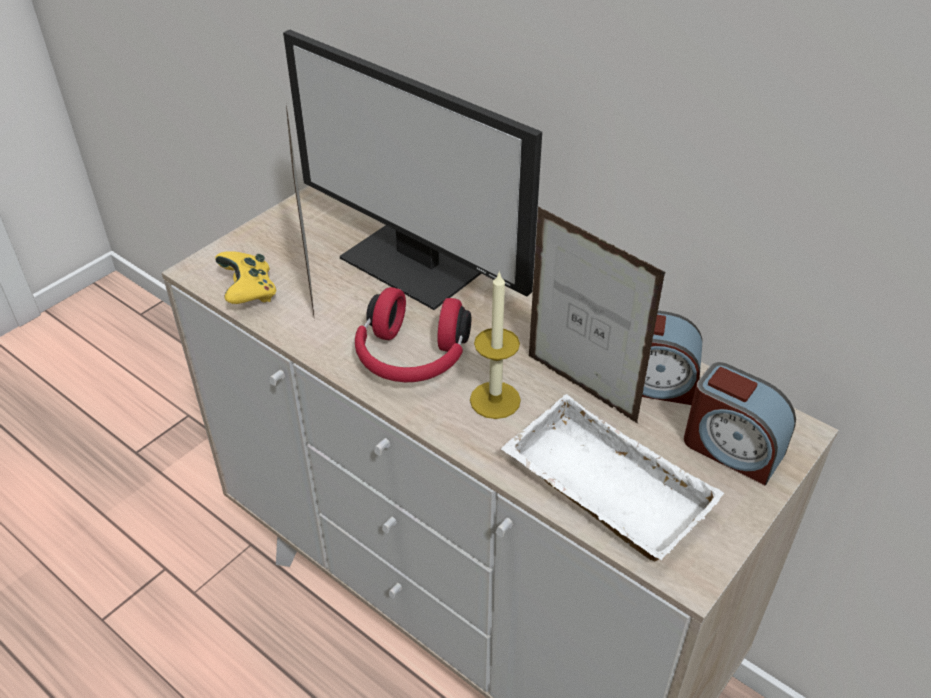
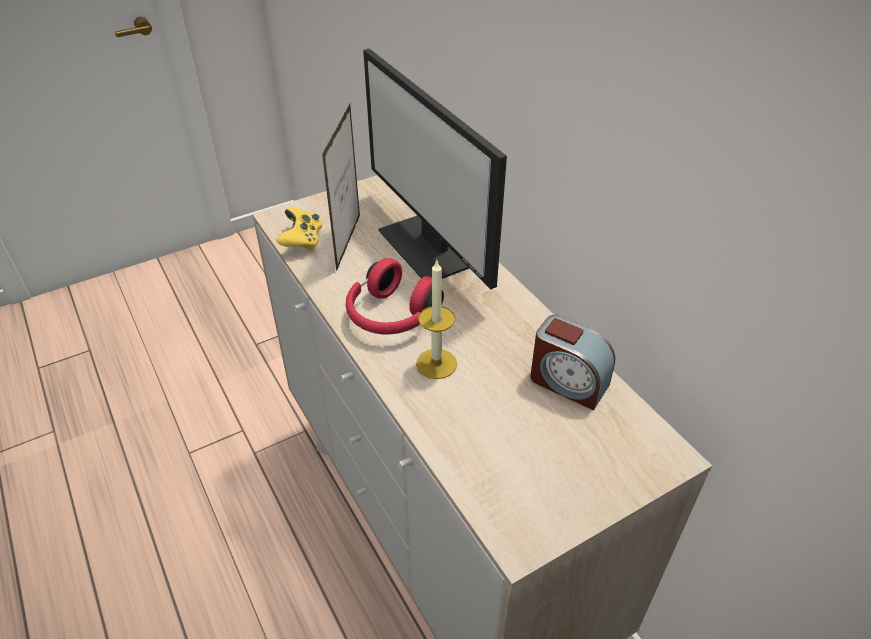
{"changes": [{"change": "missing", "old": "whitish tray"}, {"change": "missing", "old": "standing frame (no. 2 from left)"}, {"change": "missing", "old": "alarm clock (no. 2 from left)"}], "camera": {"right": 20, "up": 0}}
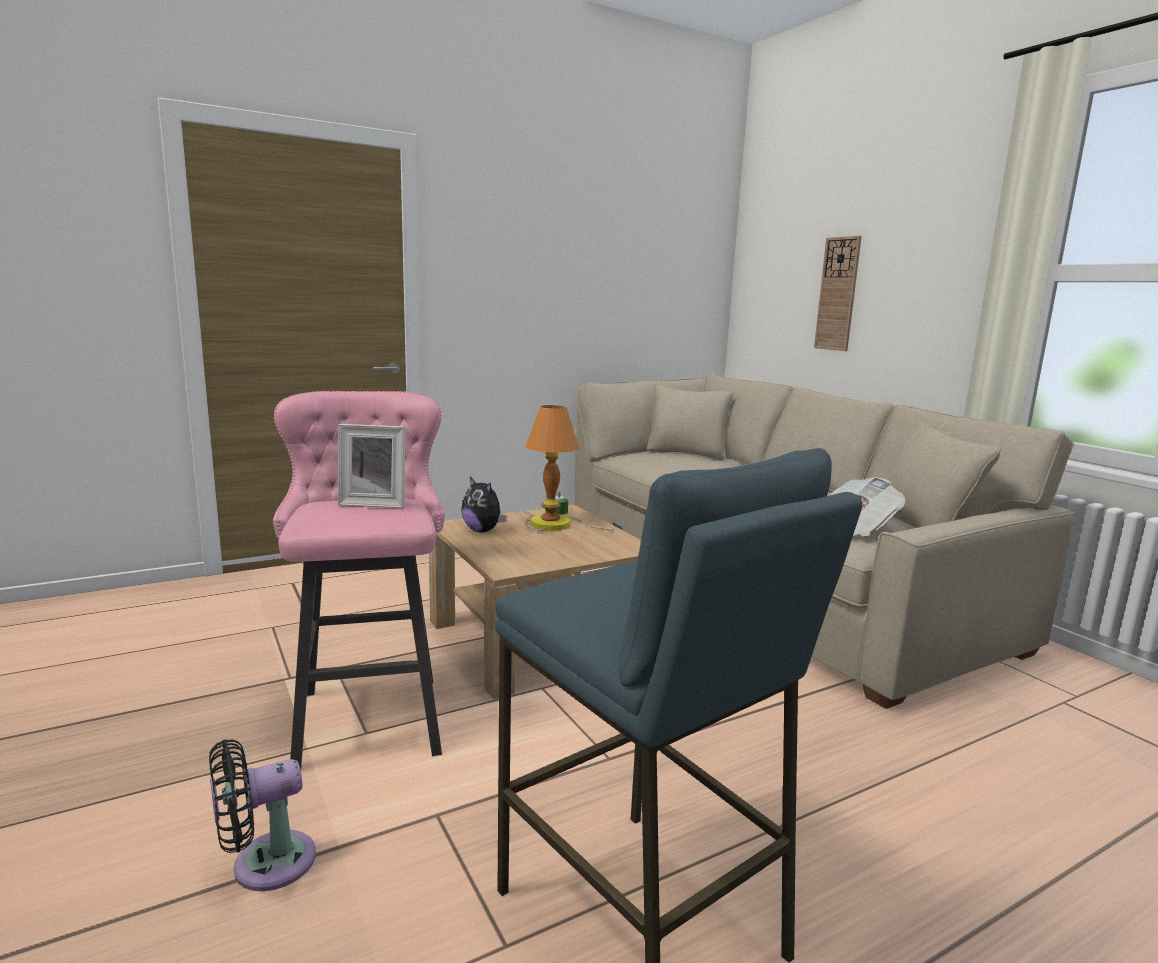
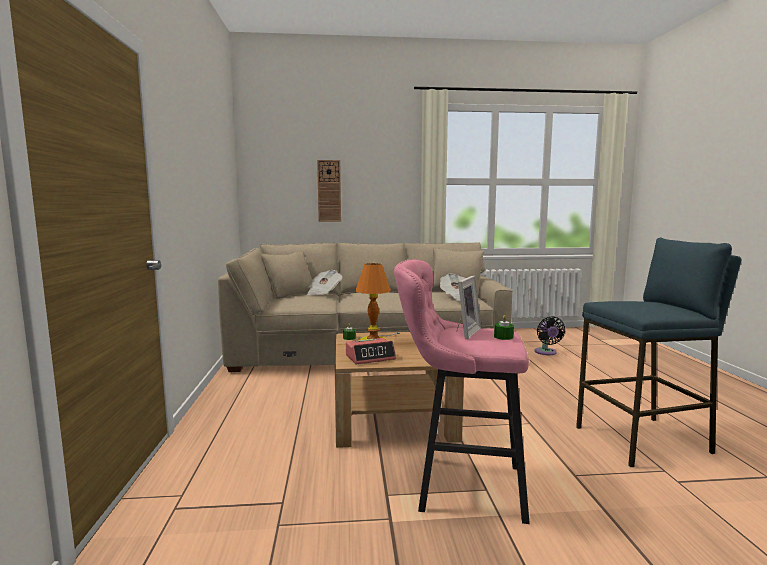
{"changes": [{"change": "appeared", "new": "daily paper (no. 1 from left)"}, {"change": "appeared", "new": "green-coloured wax light (no. 2 from left)"}, {"change": "relocated", "old": "black fan"}, {"change": "exchanged", "old": "soft toy", "new": "alarm clock"}], "camera": {"right": -65, "up": -5}}
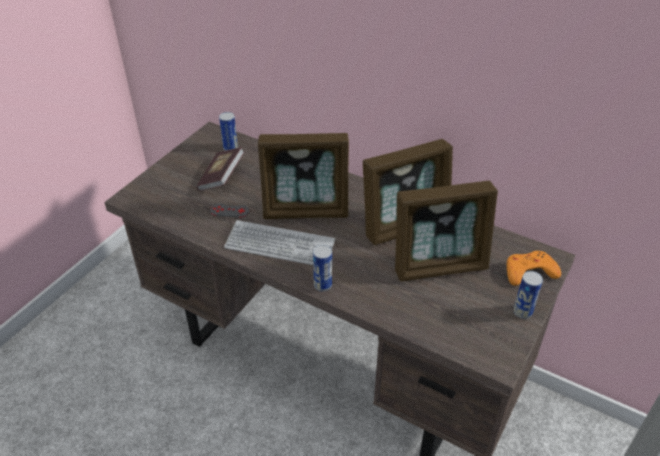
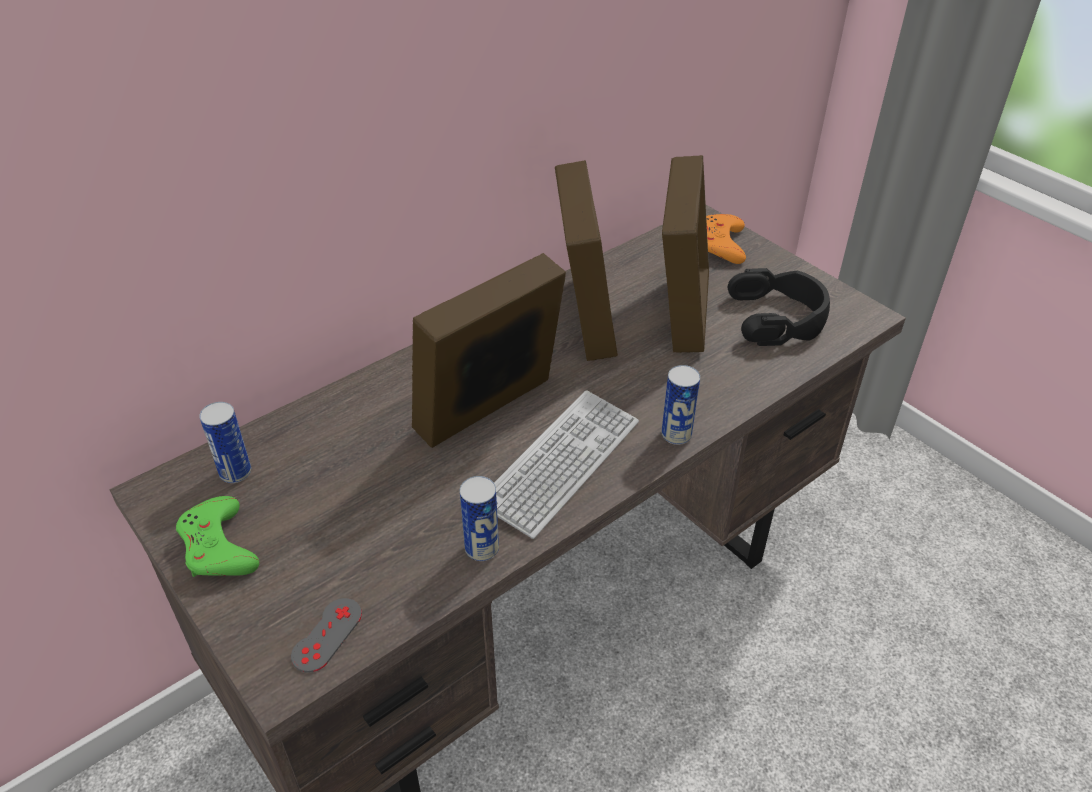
{"changes": [{"change": "missing", "old": "bound book"}, {"change": "appeared", "new": "green-coloured game controller"}, {"change": "appeared", "new": "black headset"}, {"change": "relocated", "old": "greyish game controller"}, {"change": "relocated", "old": "can (no. 3 from left in the first image)", "new": "can (no. 2 from left)"}, {"change": "spun", "old": "standing frame (no. 1 from left)", "degrees": -150}], "camera": {"right": -70, "up": 0}}
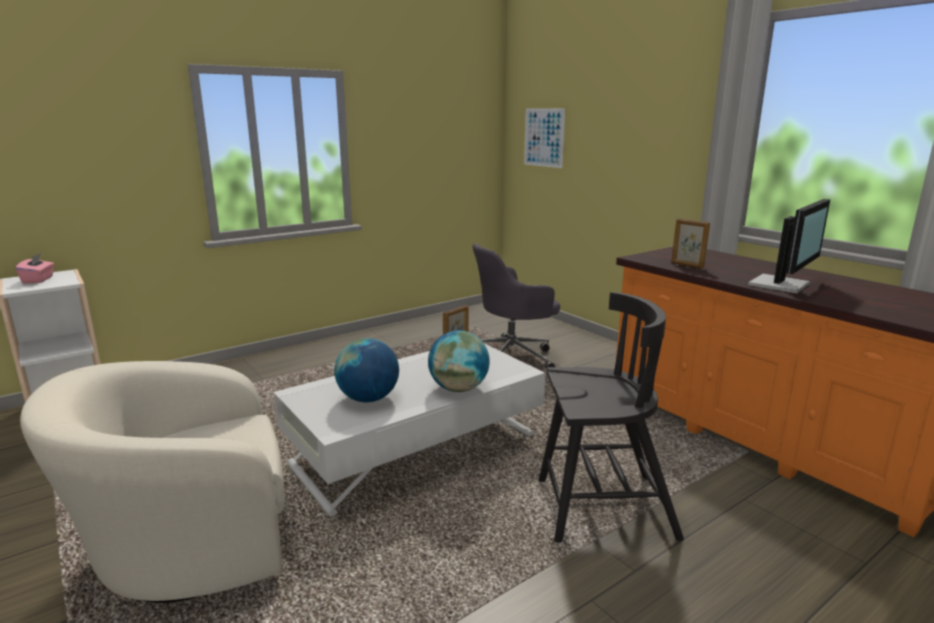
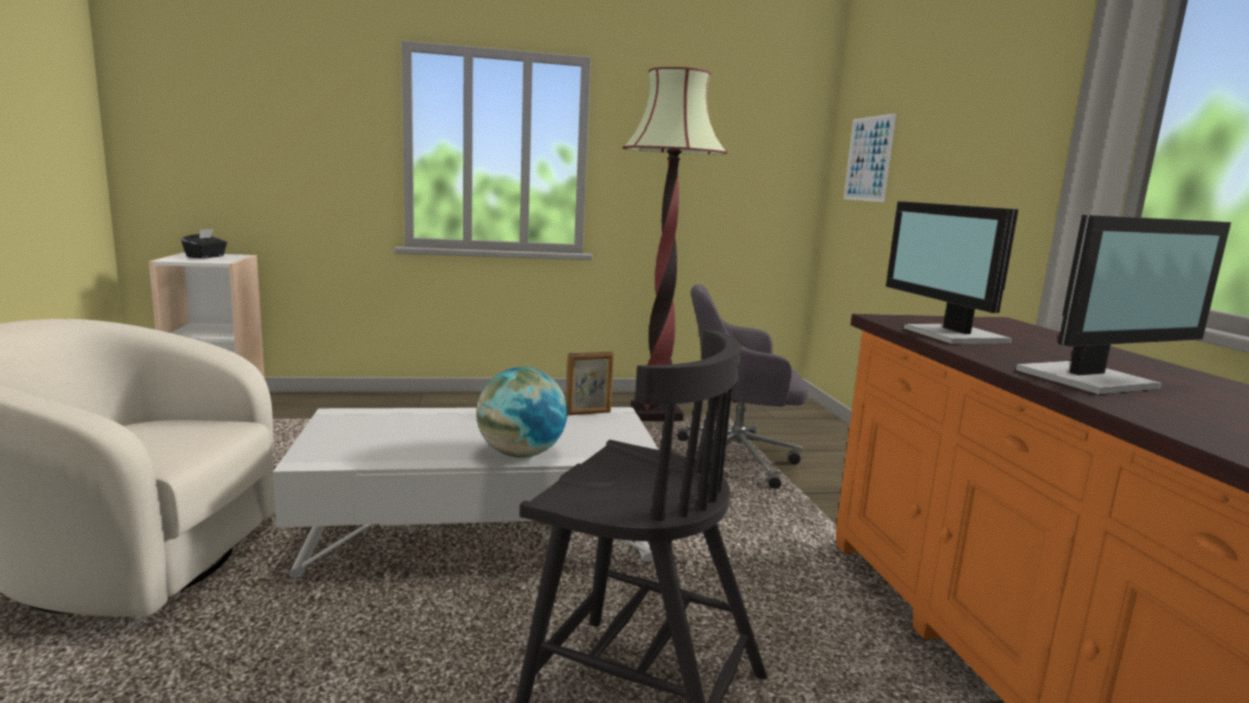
{"changes": [{"change": "missing", "old": "globe (no. 1 from left)"}, {"change": "appeared", "new": "floor lamp"}, {"change": "exchanged", "old": "standing frame (no. 2 from left)", "new": "monitor (no. 1 from left)"}, {"change": "colour", "old": "pinkish tissue box", "new": "black tissue box"}], "camera": {"right": 25, "up": -5}}
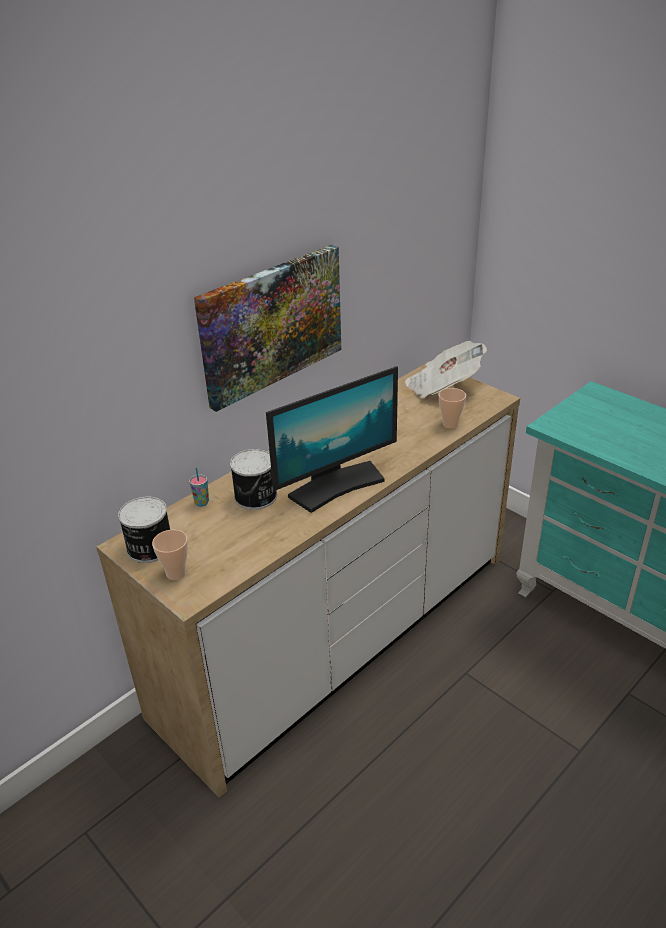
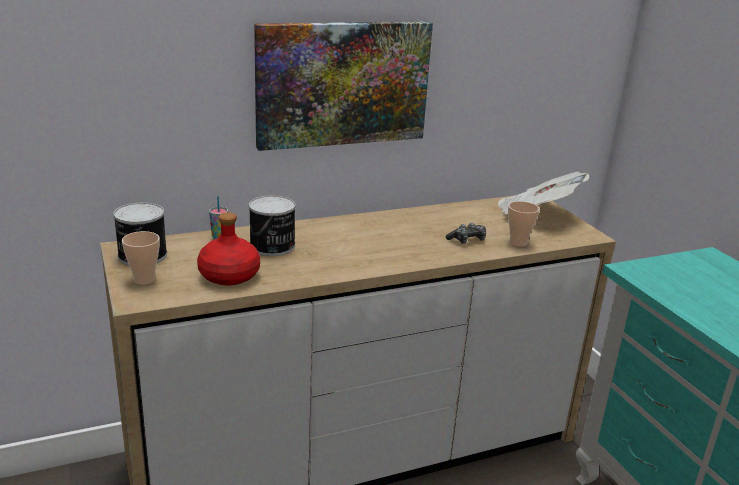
{"changes": [{"change": "missing", "old": "monitor"}, {"change": "appeared", "new": "reddish drink bottle"}, {"change": "appeared", "new": "game controller"}], "camera": {"right": 20, "up": -10}}
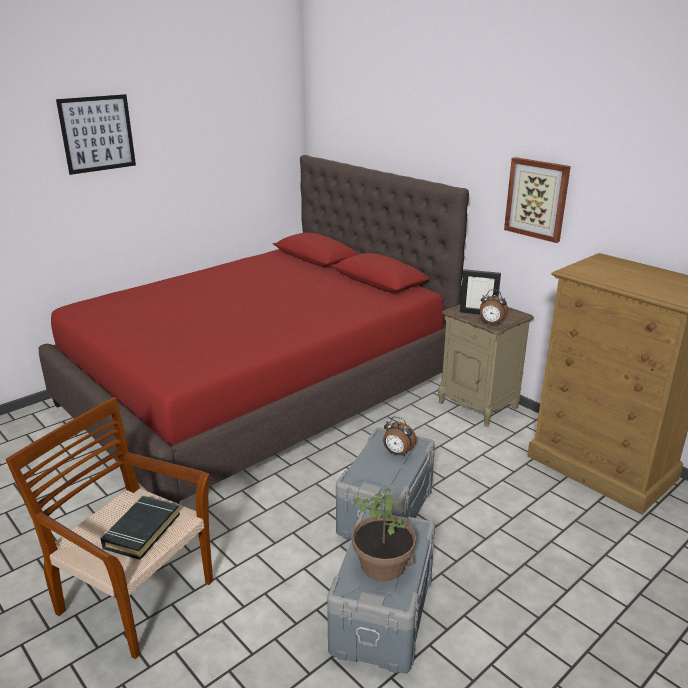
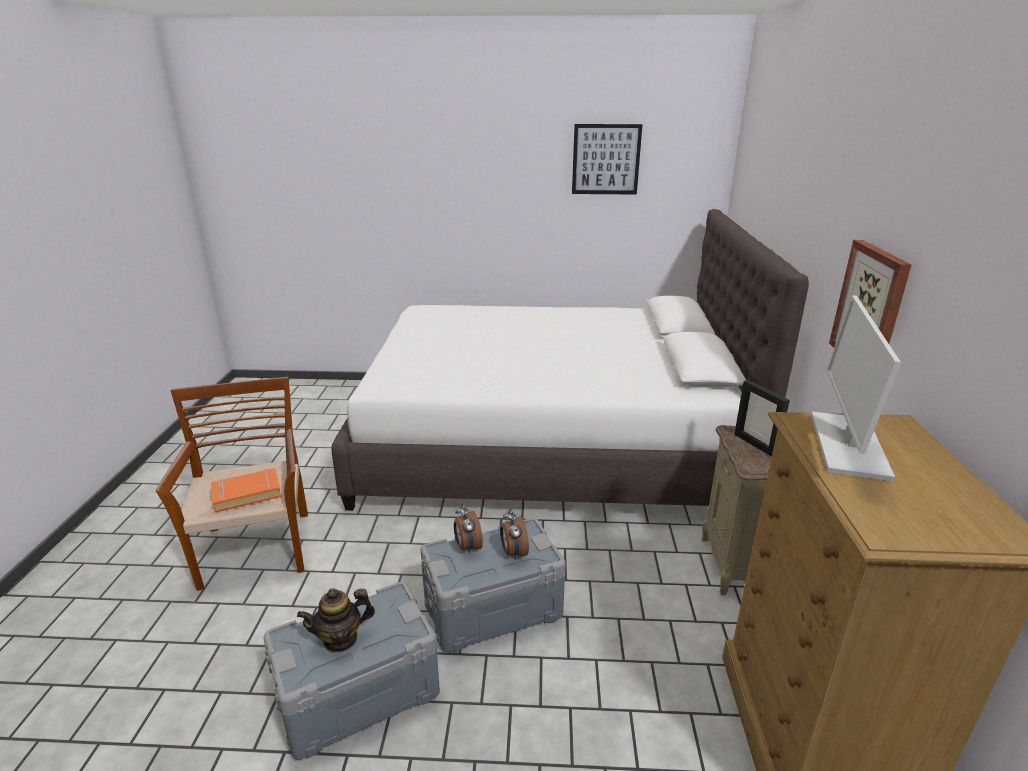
{"changes": [{"change": "appeared", "new": "monitor"}, {"change": "relocated", "old": "wall picture (no. 1 from left)"}, {"change": "relocated", "old": "alarm clock (no. 2 from left in the first image)", "new": "alarm clock (no. 1 from left)"}, {"change": "exchanged", "old": "houseplant", "new": "teapot"}, {"change": "colour", "old": "reddish sleeping bed", "new": "whitish sleeping bed"}, {"change": "colour", "old": "black bound book", "new": "orangey bound book"}], "camera": {"right": 45, "up": 0}}
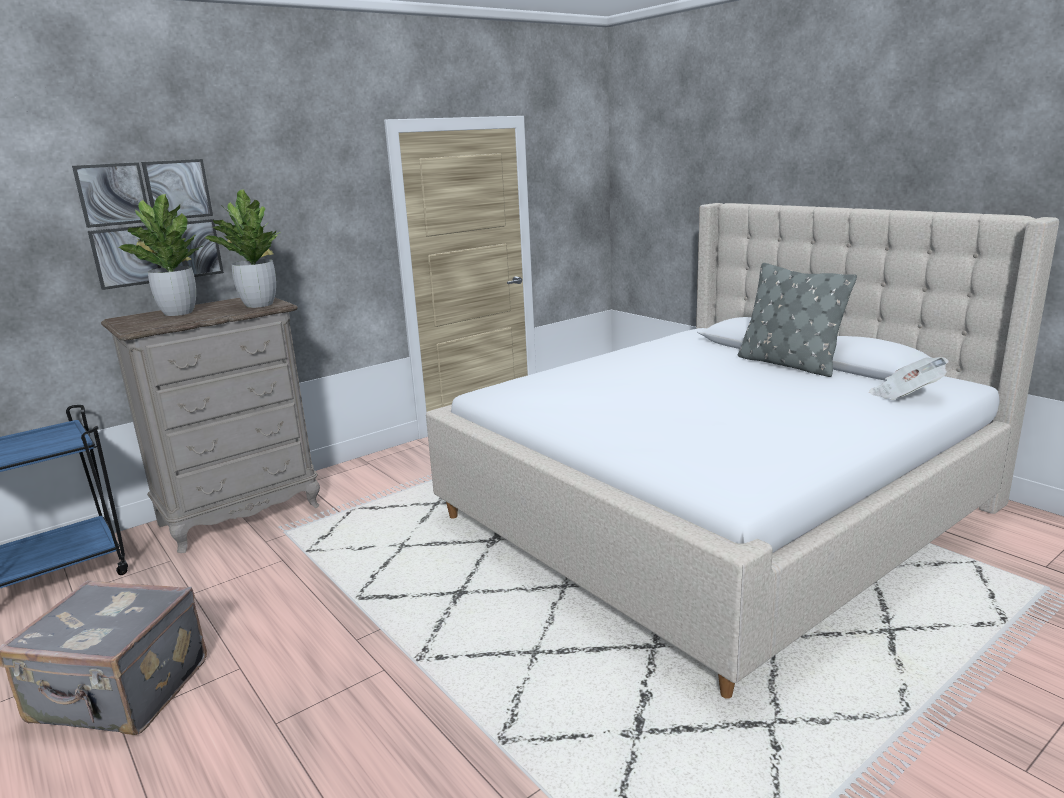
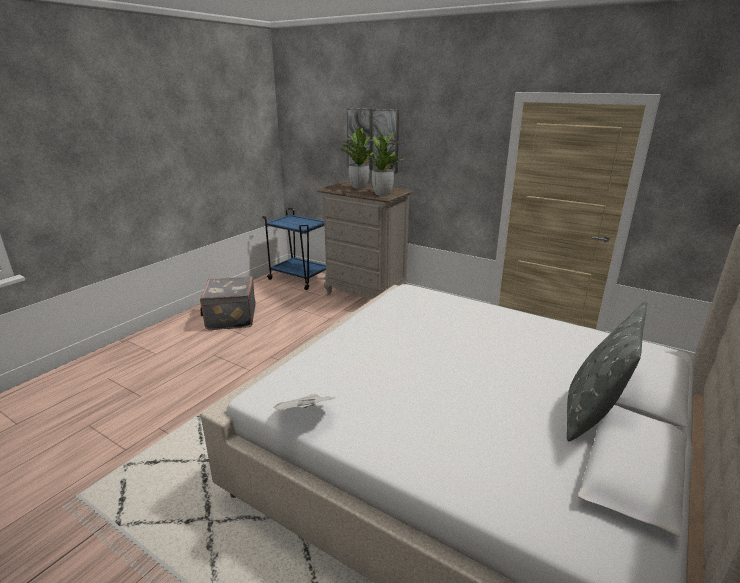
{"changes": [{"change": "relocated", "old": "daily paper"}], "camera": {"right": 70, "up": 5}}
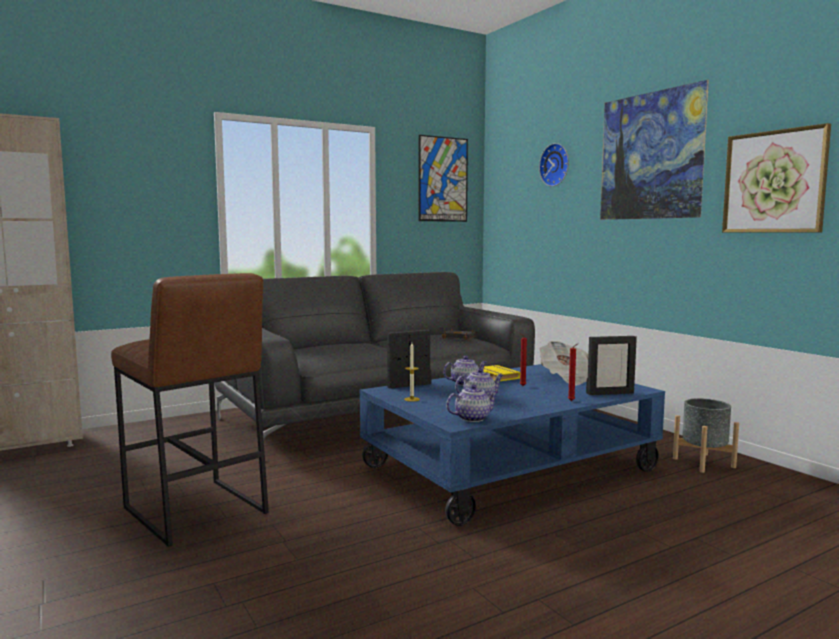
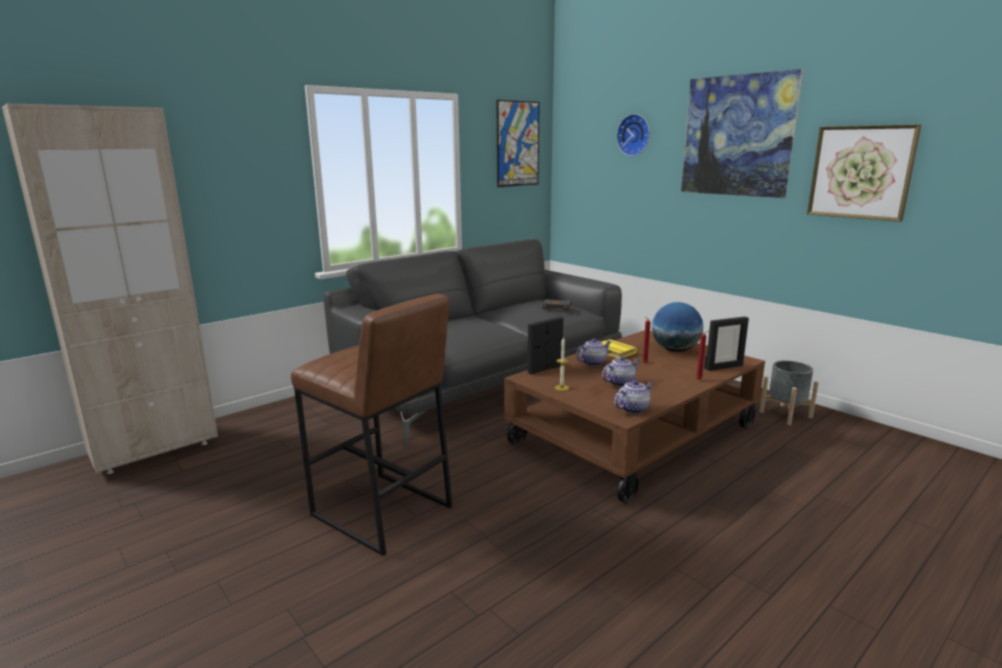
{"changes": [{"change": "exchanged", "old": "daily paper", "new": "globe"}, {"change": "colour", "old": "blue-coloured coffee table", "new": "brown coffee table"}], "camera": {"right": -10, "up": 10}}
